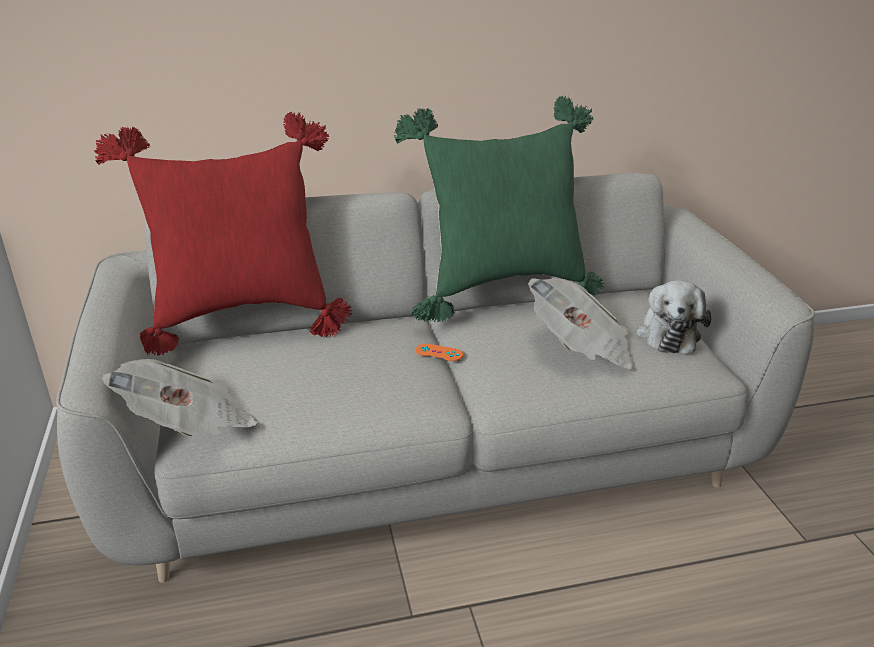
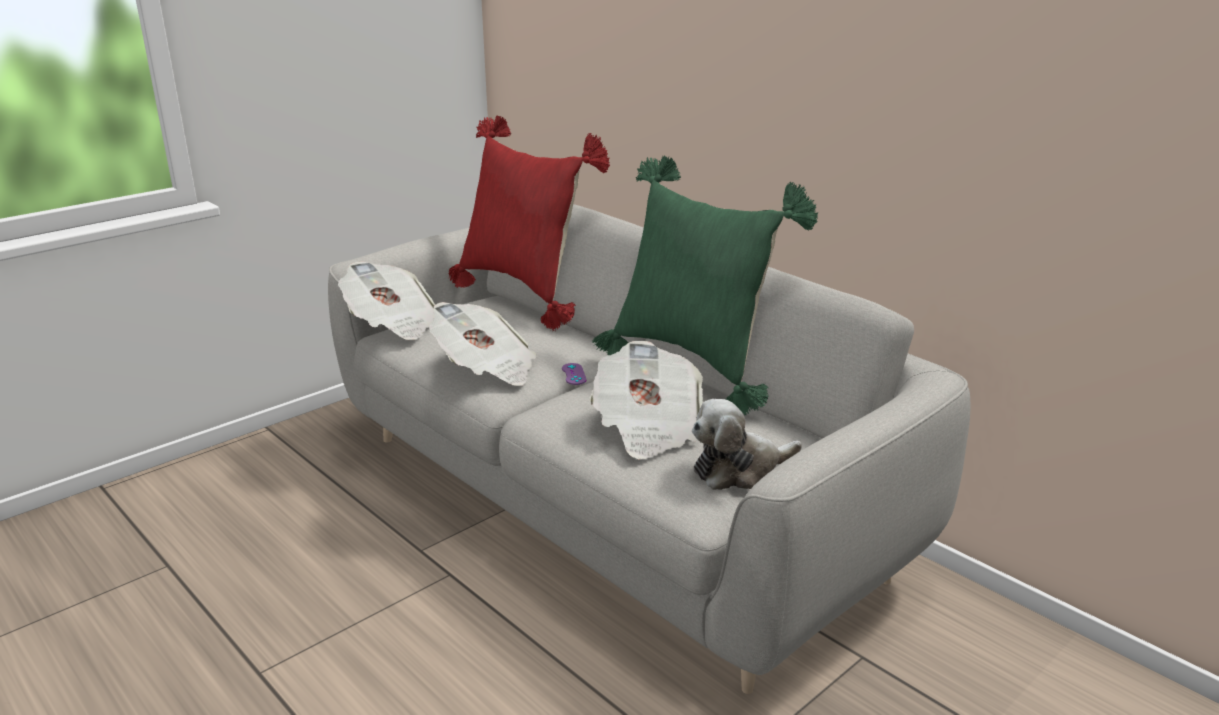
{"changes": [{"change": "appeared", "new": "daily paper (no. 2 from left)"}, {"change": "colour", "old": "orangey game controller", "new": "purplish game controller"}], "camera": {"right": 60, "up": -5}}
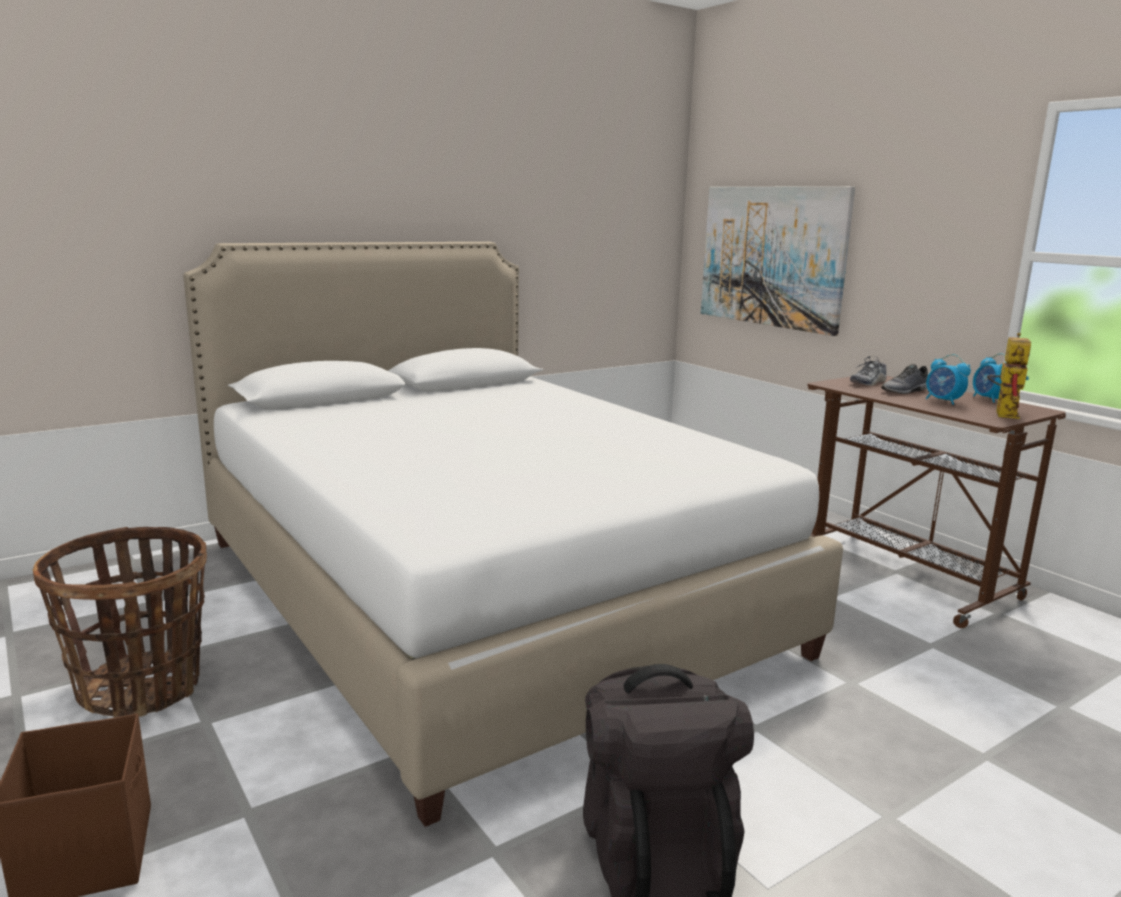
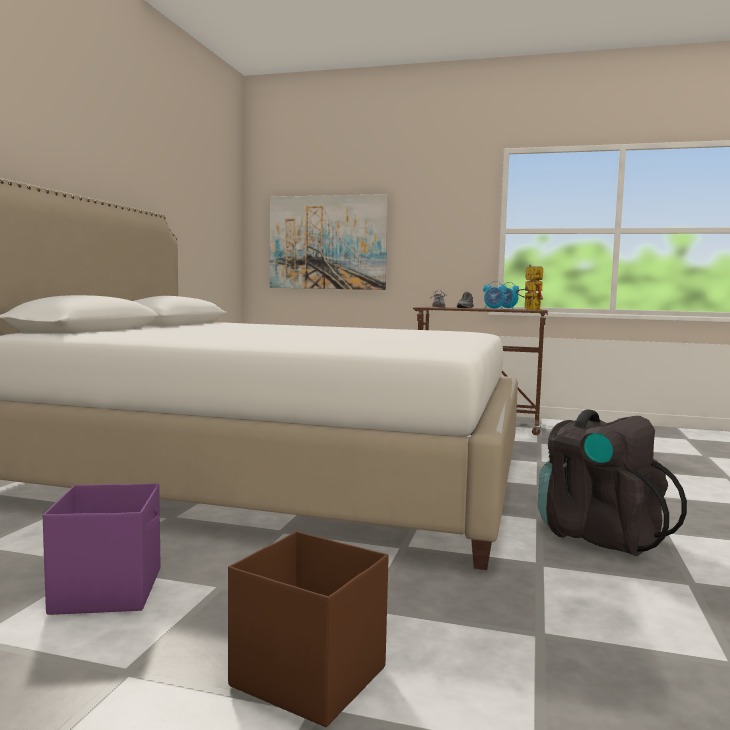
{"changes": [{"change": "exchanged", "old": "basket", "new": "purplish storage container"}], "camera": {"right": -40, "up": -10}}
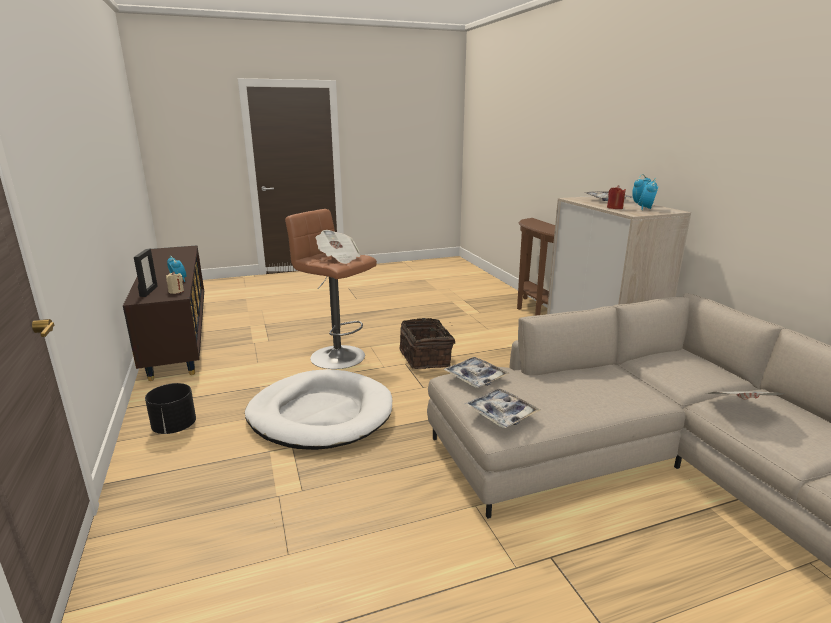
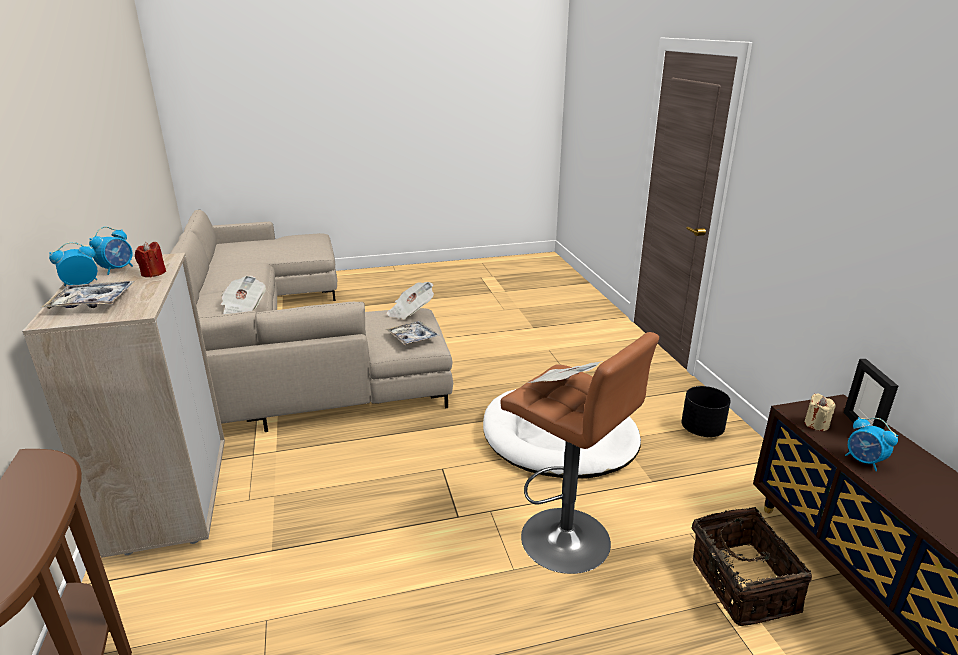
{"changes": [{"change": "relocated", "old": "basket"}, {"change": "exchanged", "old": "tray (no. 2 from left)", "new": "daily paper (no. 2 from left)"}], "camera": {"right": -175, "up": 5}}
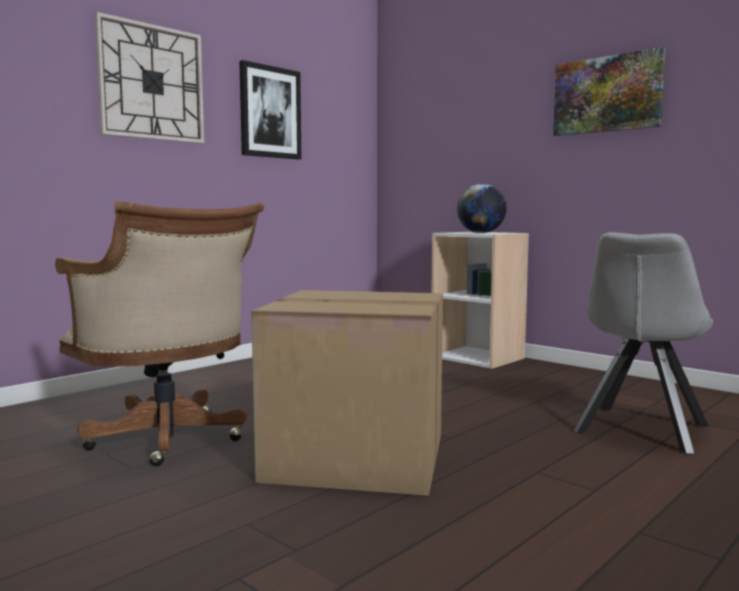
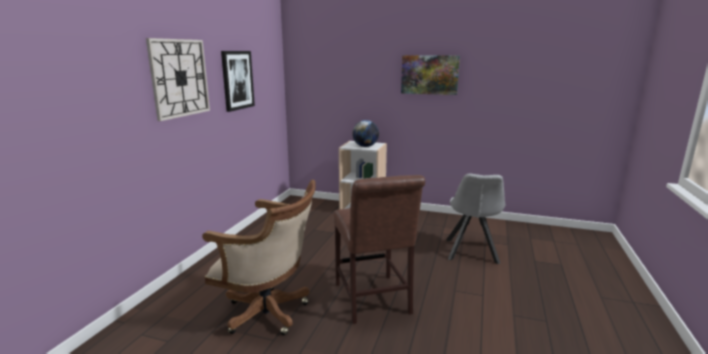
{"changes": [{"change": "exchanged", "old": "packing box", "new": "brown chair"}], "camera": {"right": -25, "up": 10}}
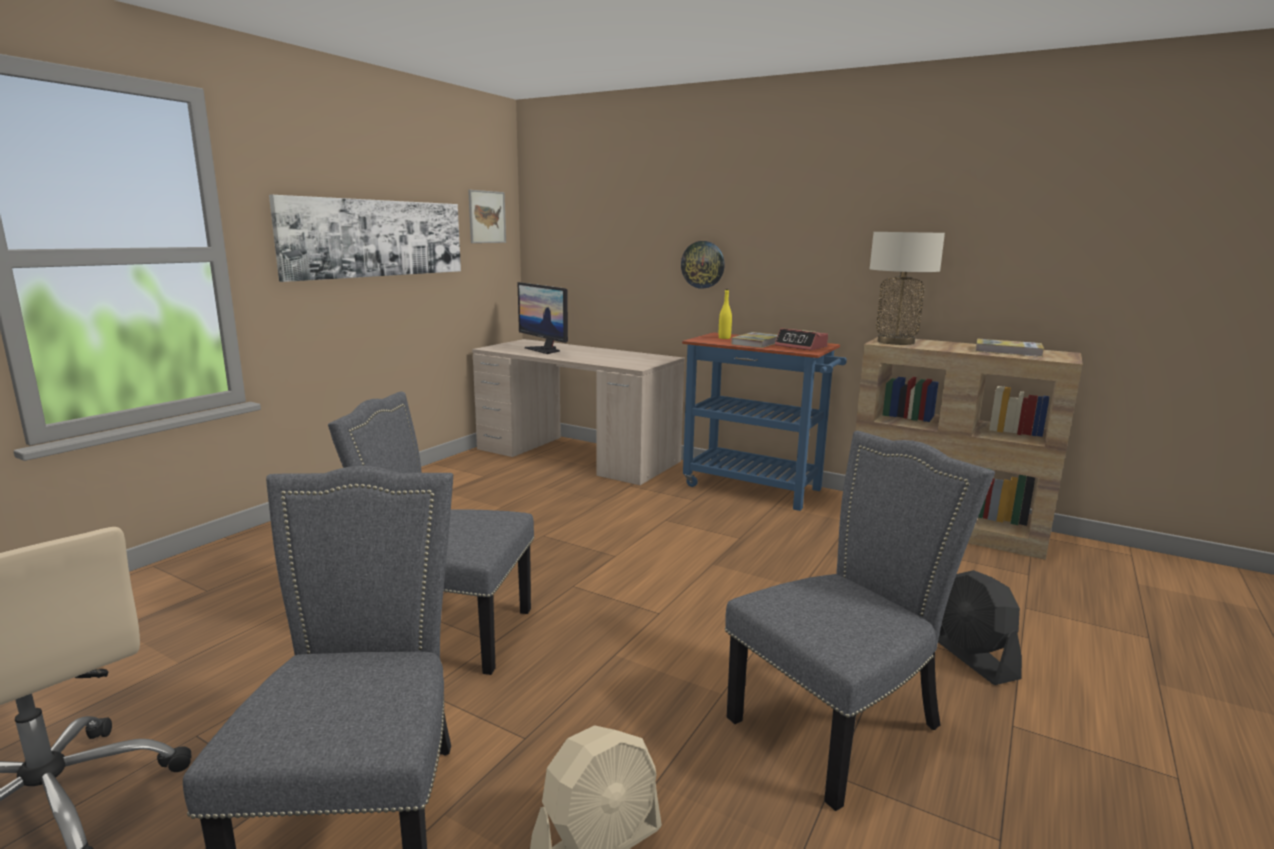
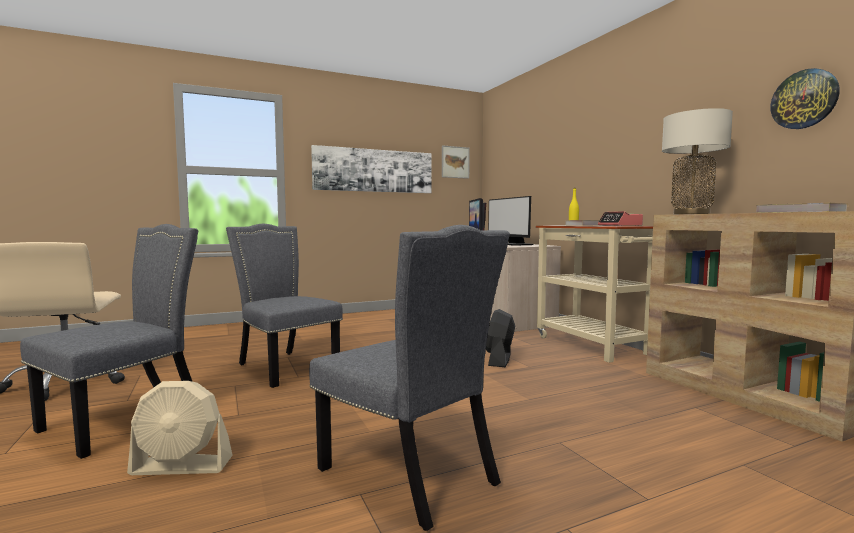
{"changes": [{"change": "appeared", "new": "monitor (no. 2 from left)"}, {"change": "relocated", "old": "clock on the wall"}, {"change": "relocated", "old": "black fan"}, {"change": "colour", "old": "blue-coloured trolley", "new": "beige-coloured trolley"}, {"change": "spun", "old": "greyish chair (no. 3 from left)", "degrees": 45}], "camera": {"right": 35, "up": -10}}
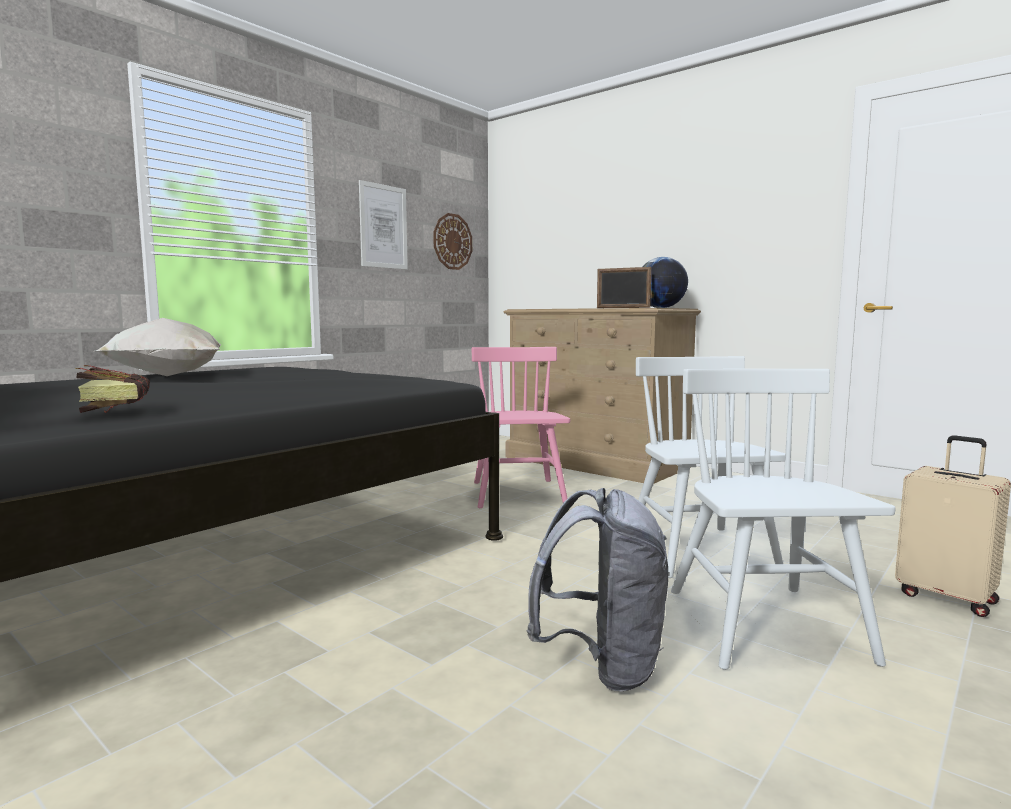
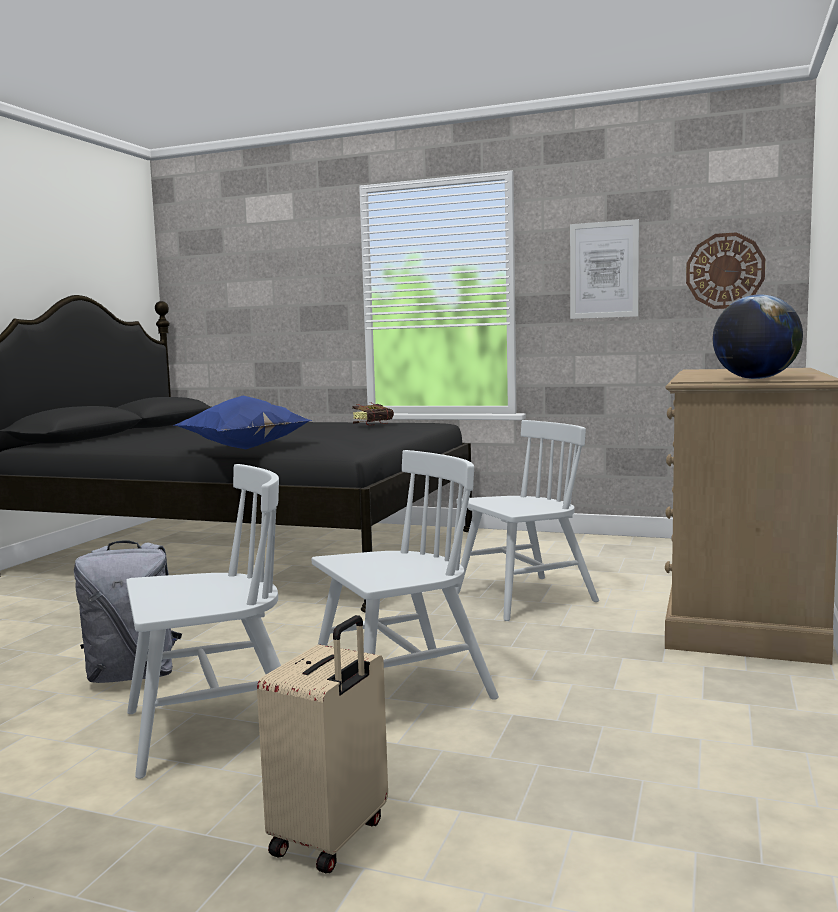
{"changes": [{"change": "missing", "old": "whitish throw pillow"}, {"change": "missing", "old": "standing frame"}, {"change": "appeared", "new": "blue-coloured throw pillow"}, {"change": "relocated", "old": "bound book"}, {"change": "colour", "old": "pinkish chair", "new": "whitish chair (no. 3 from left)"}], "camera": {"right": 70, "up": 0}}
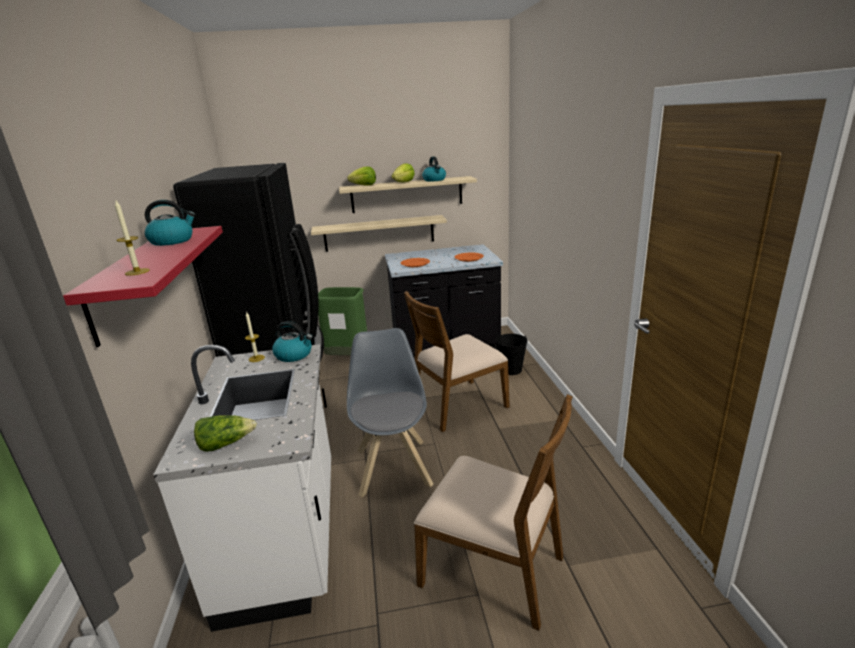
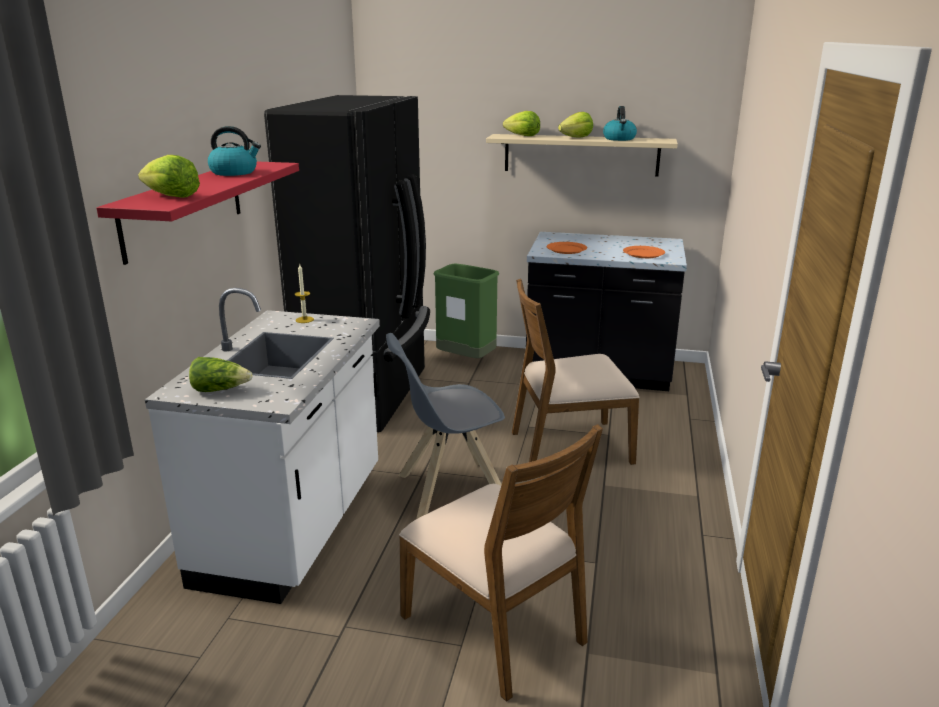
{"changes": [{"change": "missing", "old": "tea kettle (no. 2 from left)"}, {"change": "missing", "old": "beige-coloured wall shelf (no. 1 from left)"}, {"change": "missing", "old": "black water bucket"}, {"change": "exchanged", "old": "wax light (no. 1 from left)", "new": "lettuce head (no. 1 from left)"}, {"change": "spun", "old": "greyish chair", "degrees": -120}], "camera": {"right": 20, "up": 0}}
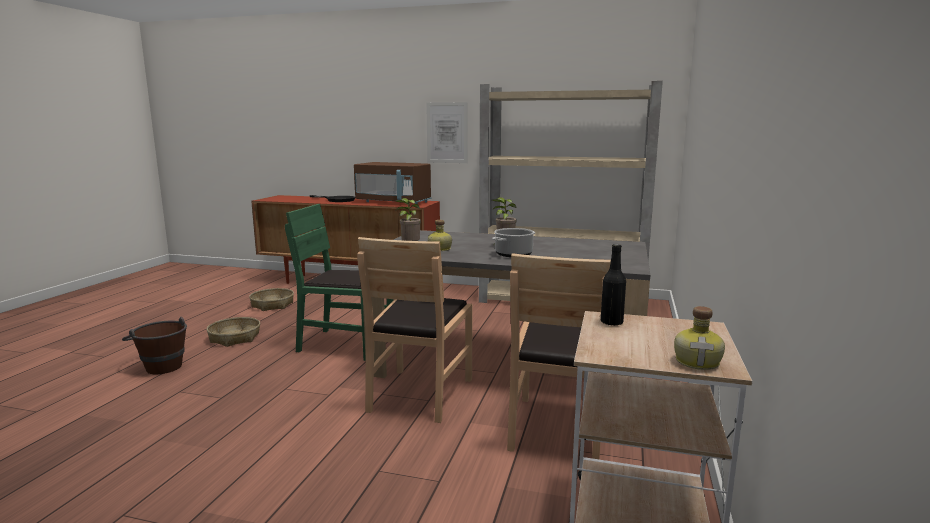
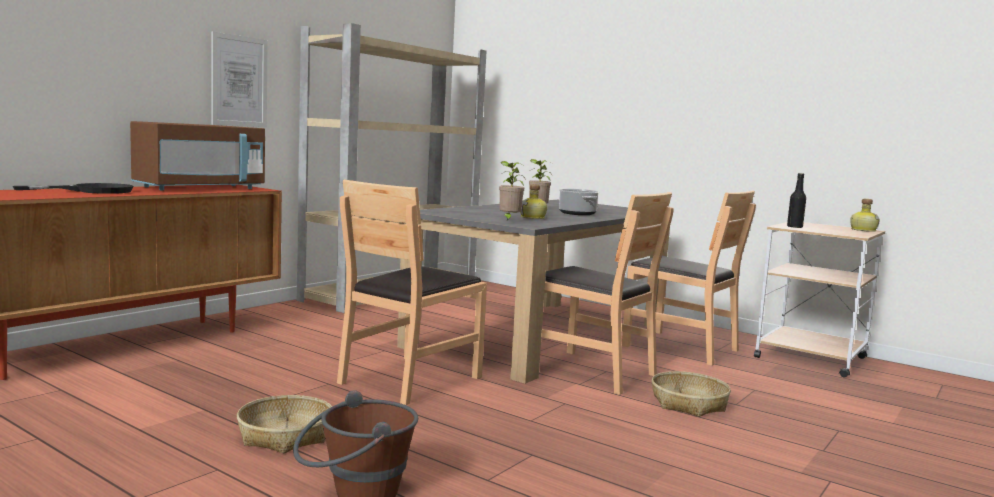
{"changes": [{"change": "relocated", "old": "basket (no. 2 from left)"}, {"change": "colour", "old": "green-coloured chair", "new": "brown chair (no. 1 from left)"}], "camera": {"right": -70, "up": -5}}
